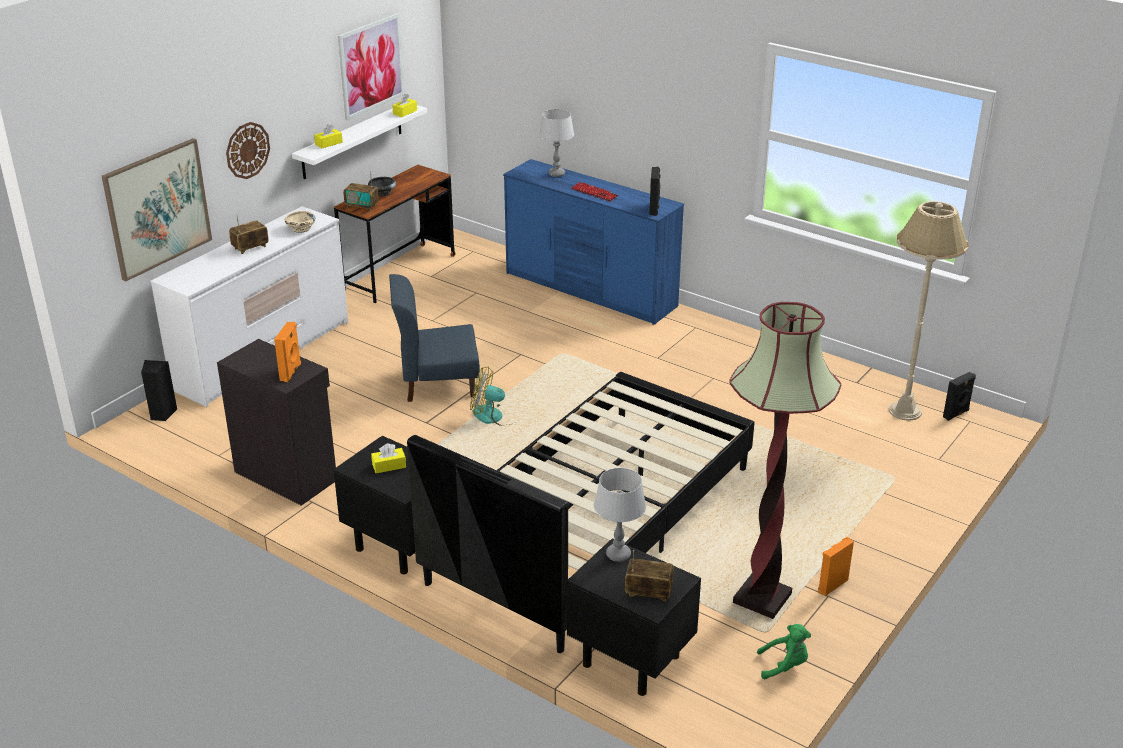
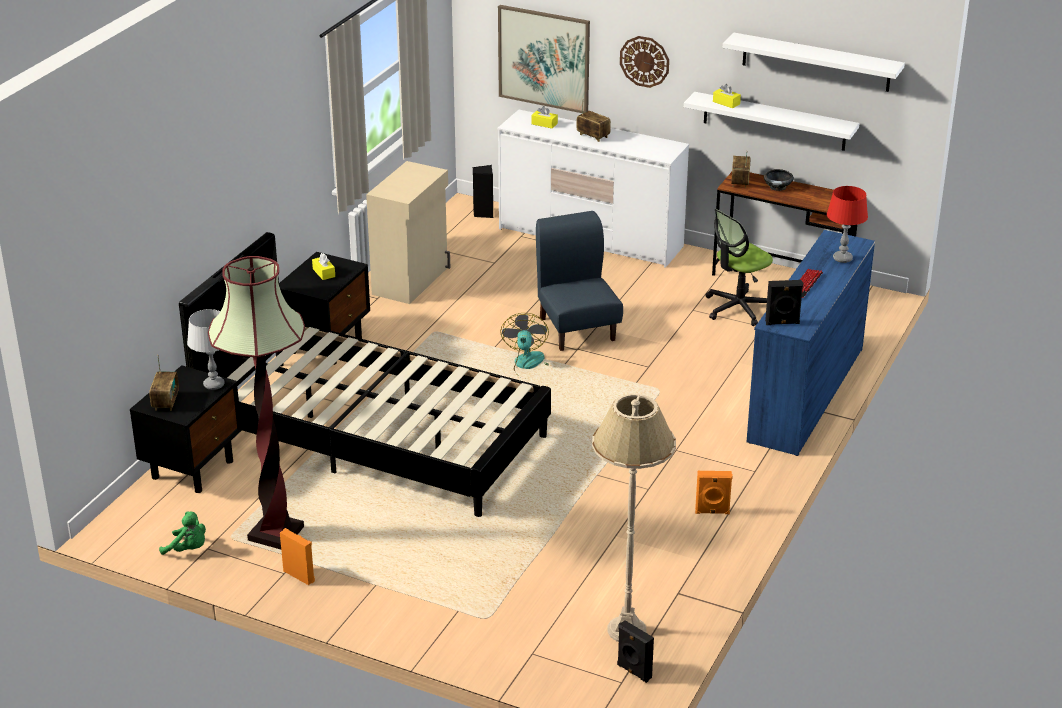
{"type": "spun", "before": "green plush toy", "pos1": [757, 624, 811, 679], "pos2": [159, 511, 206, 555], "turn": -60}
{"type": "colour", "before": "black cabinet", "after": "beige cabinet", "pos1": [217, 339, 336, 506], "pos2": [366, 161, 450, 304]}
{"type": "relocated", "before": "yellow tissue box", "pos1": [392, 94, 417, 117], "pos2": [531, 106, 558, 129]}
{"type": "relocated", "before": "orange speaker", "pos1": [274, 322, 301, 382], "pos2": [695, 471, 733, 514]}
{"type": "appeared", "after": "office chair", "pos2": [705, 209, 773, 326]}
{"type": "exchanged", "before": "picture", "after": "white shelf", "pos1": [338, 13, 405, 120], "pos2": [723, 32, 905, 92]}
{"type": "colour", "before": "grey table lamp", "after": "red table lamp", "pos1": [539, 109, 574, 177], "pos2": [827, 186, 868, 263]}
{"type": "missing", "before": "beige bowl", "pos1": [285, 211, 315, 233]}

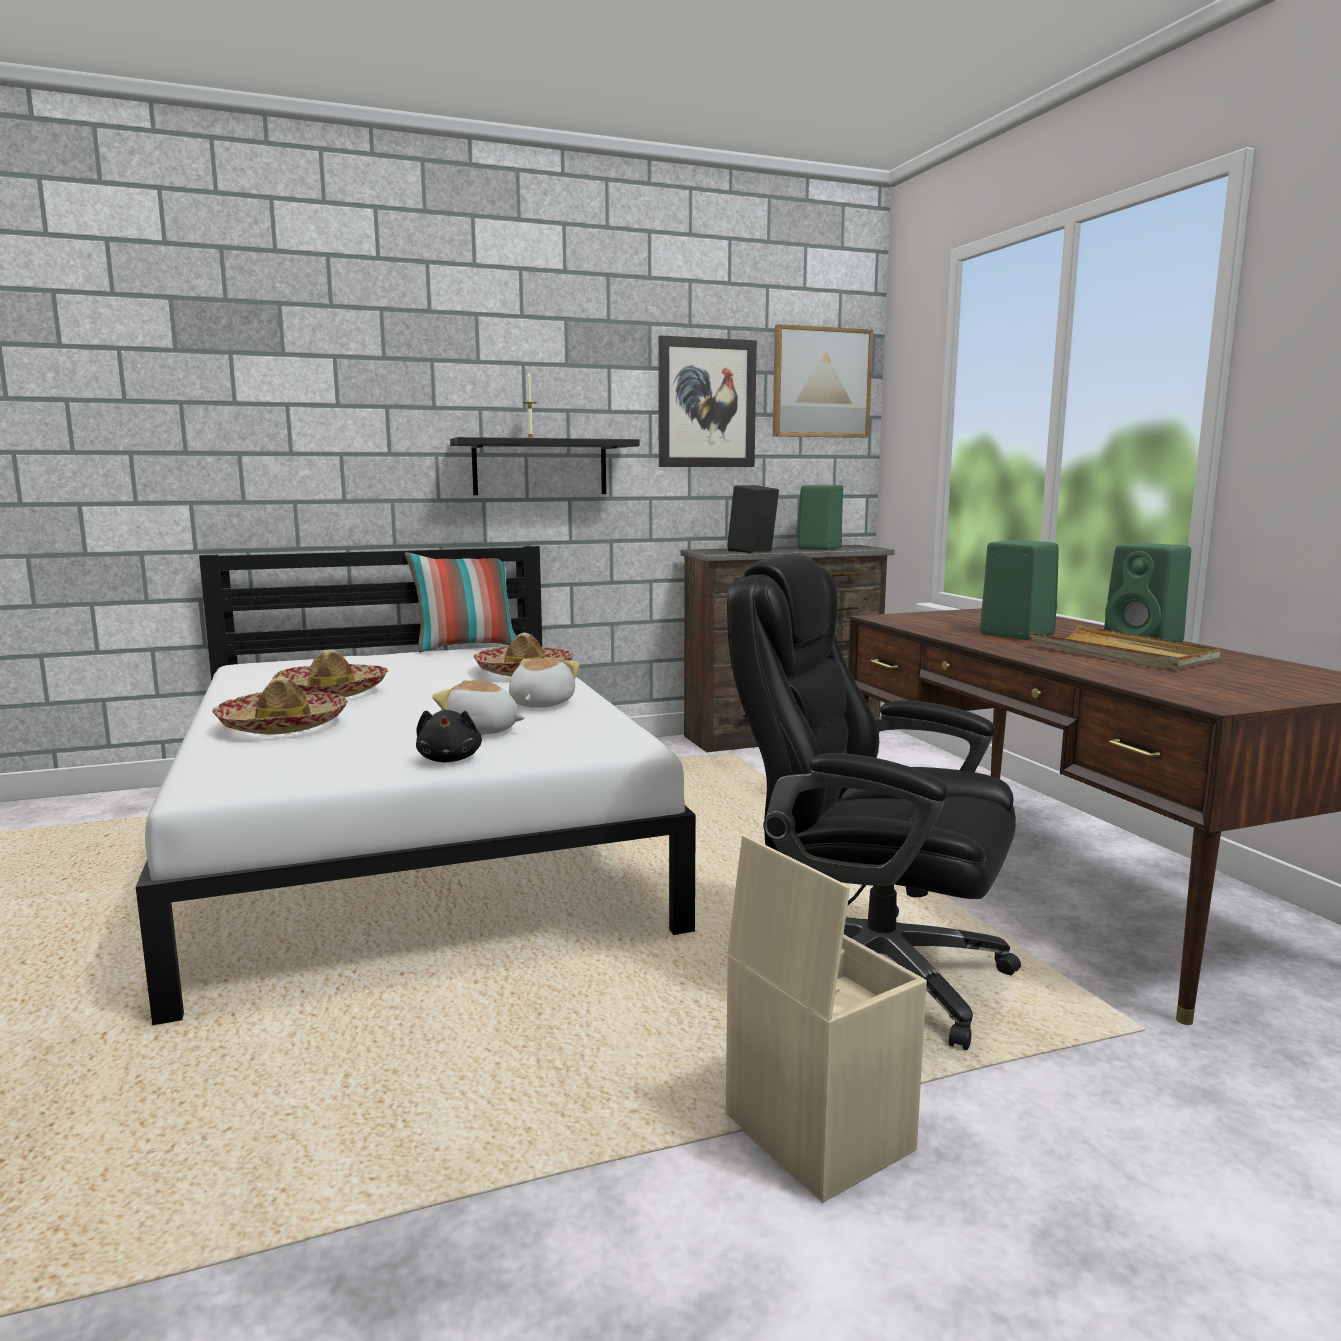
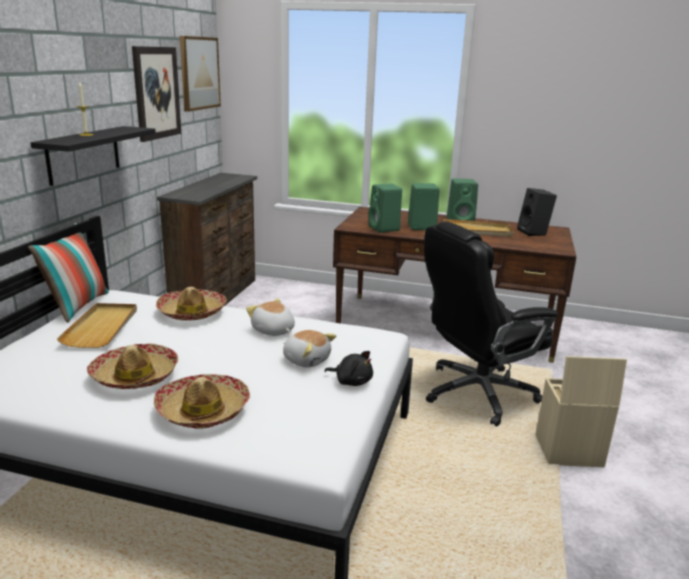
{"type": "appeared", "after": "beige tray", "pos2": [57, 303, 137, 348]}
{"type": "spun", "before": "plush toy", "pos1": [432, 680, 525, 735], "pos2": [283, 330, 336, 368], "turn": -105}
{"type": "relocated", "before": "green speaker", "pos1": [796, 485, 843, 550], "pos2": [368, 184, 402, 233]}
{"type": "relocated", "before": "black speaker", "pos1": [727, 485, 779, 553], "pos2": [517, 188, 557, 236]}

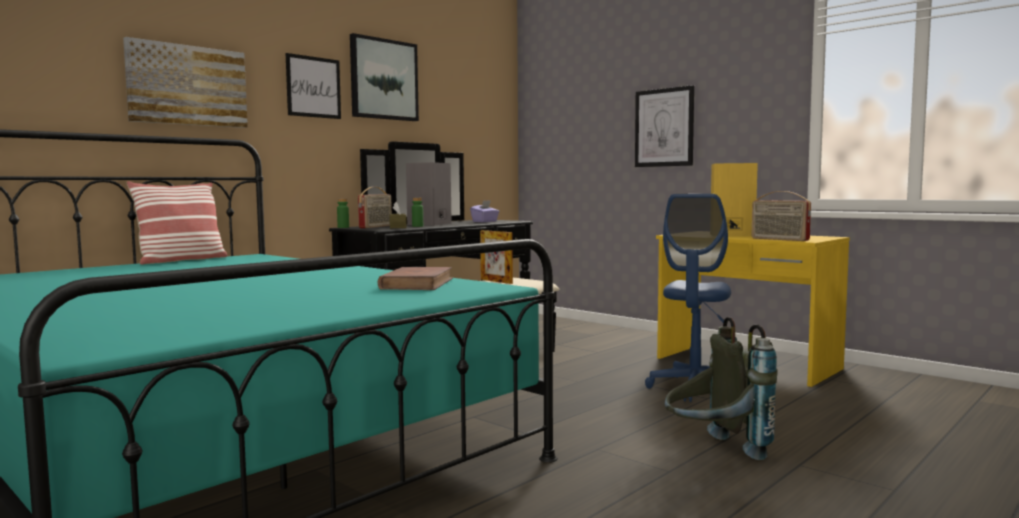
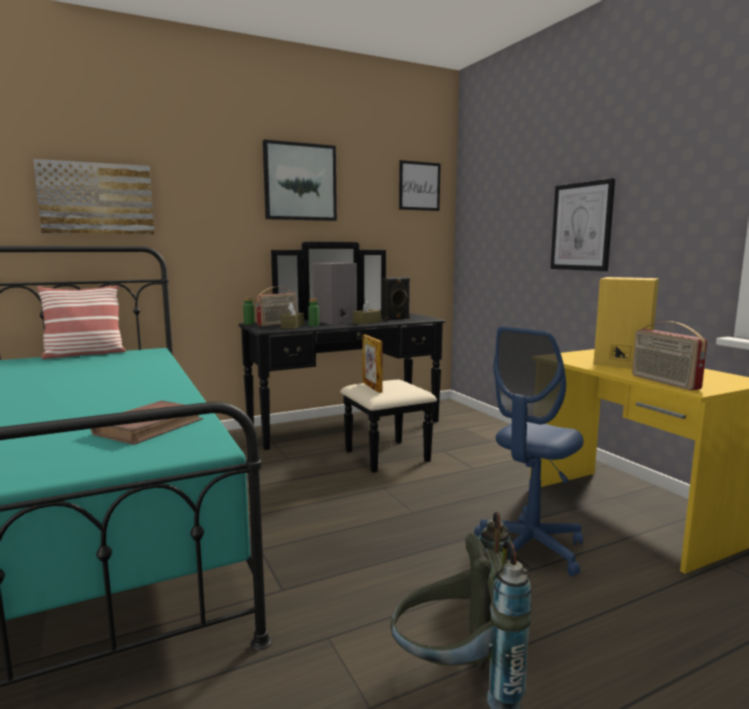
{"type": "appeared", "after": "brown tissue box", "pos2": [353, 300, 381, 325]}
{"type": "exchanged", "before": "purple tissue box", "after": "black speaker", "pos1": [470, 200, 499, 222], "pos2": [382, 277, 410, 320]}
{"type": "relocated", "before": "picture", "pos1": [286, 53, 341, 119], "pos2": [399, 160, 441, 211]}

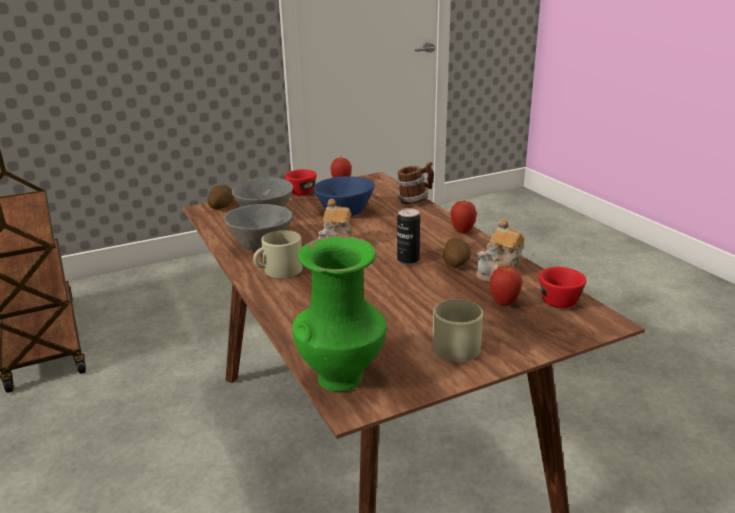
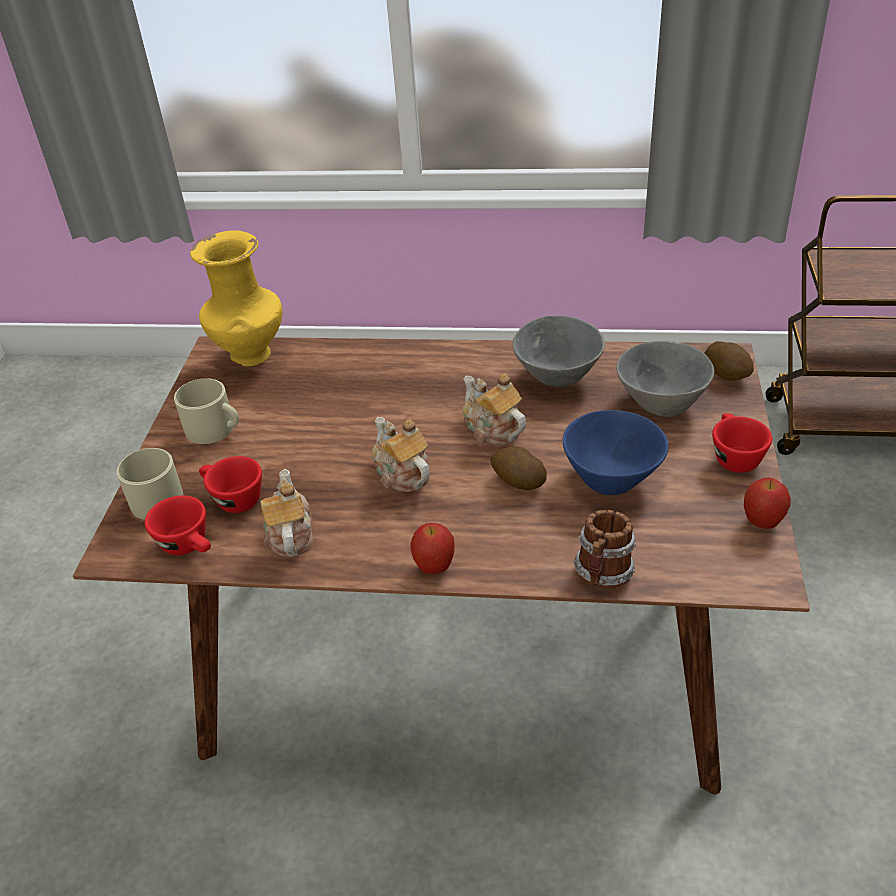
{"type": "relocated", "before": "beige mug", "pos1": [253, 230, 303, 278], "pos2": [117, 448, 184, 520]}
{"type": "colour", "before": "green vase", "after": "yellow vase", "pos1": [292, 236, 387, 392], "pos2": [190, 230, 282, 366]}
{"type": "exchanged", "before": "apple", "after": "red cup", "pos1": [490, 265, 522, 306], "pos2": [199, 456, 262, 513]}
{"type": "exchanged", "before": "can", "after": "teapot", "pos1": [397, 208, 420, 264], "pos2": [372, 417, 430, 492]}
{"type": "relocated", "before": "potato", "pos1": [443, 238, 471, 267], "pos2": [490, 447, 547, 490]}

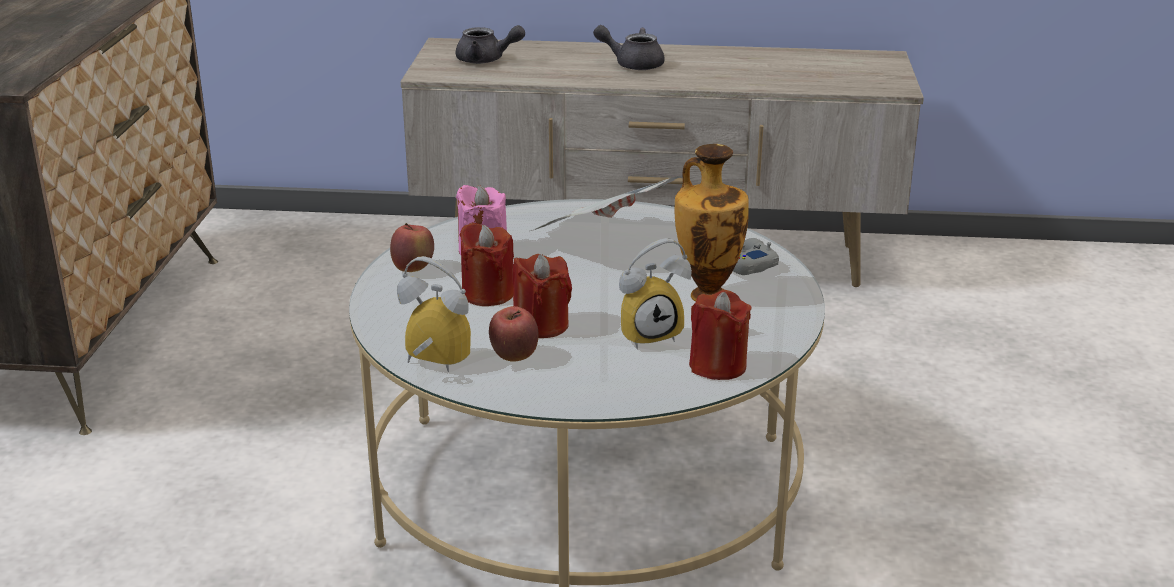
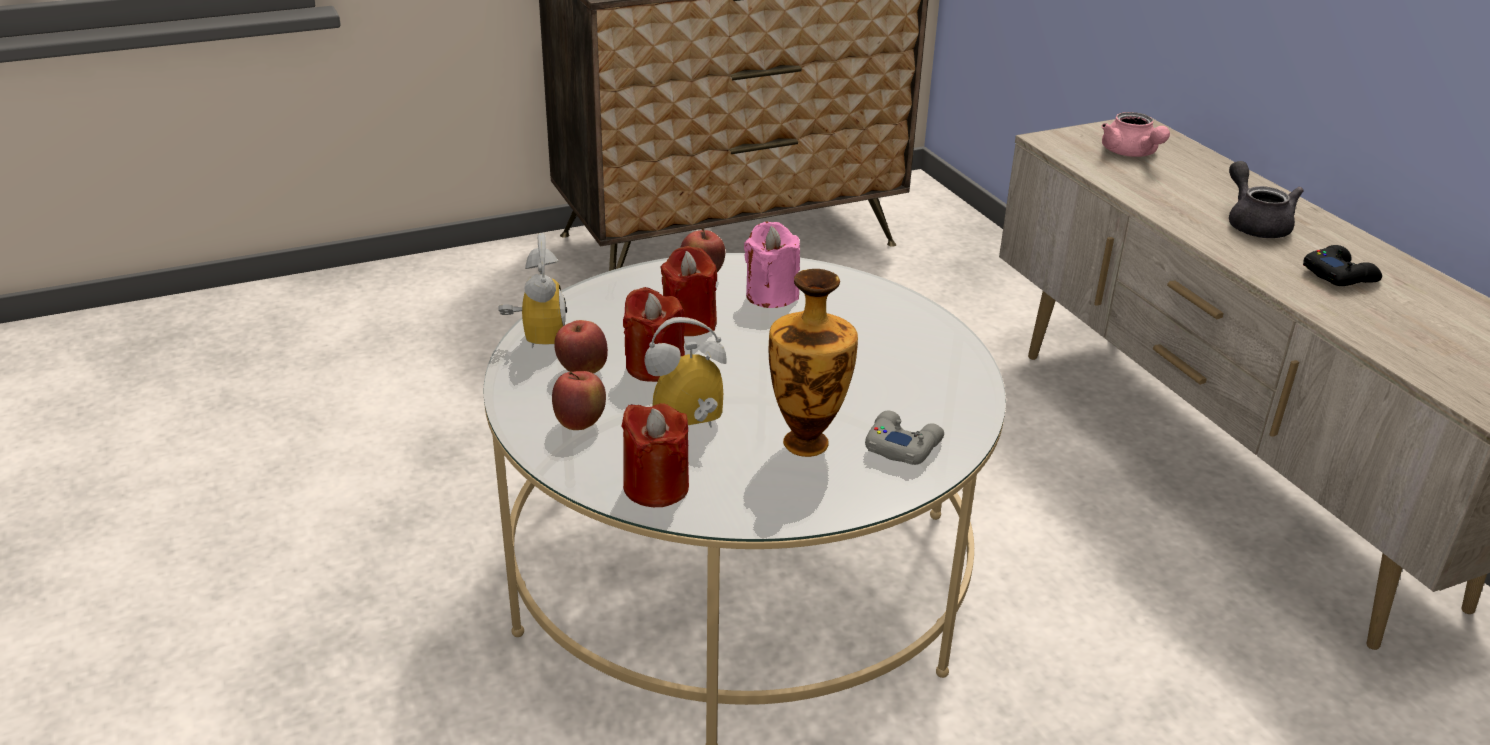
{"type": "appeared", "after": "apple", "pos2": [552, 371, 606, 430]}
{"type": "spun", "before": "alarm clock", "pos1": [619, 238, 692, 349], "pos2": [644, 317, 727, 428], "turn": 120}
{"type": "colour", "before": "grey teapot", "after": "pink teapot", "pos1": [456, 25, 525, 64], "pos2": [1101, 112, 1170, 157]}
{"type": "appeared", "after": "black game controller", "pos2": [1303, 245, 1382, 286]}
{"type": "missing", "before": "newspaper", "pos1": [531, 176, 682, 231]}

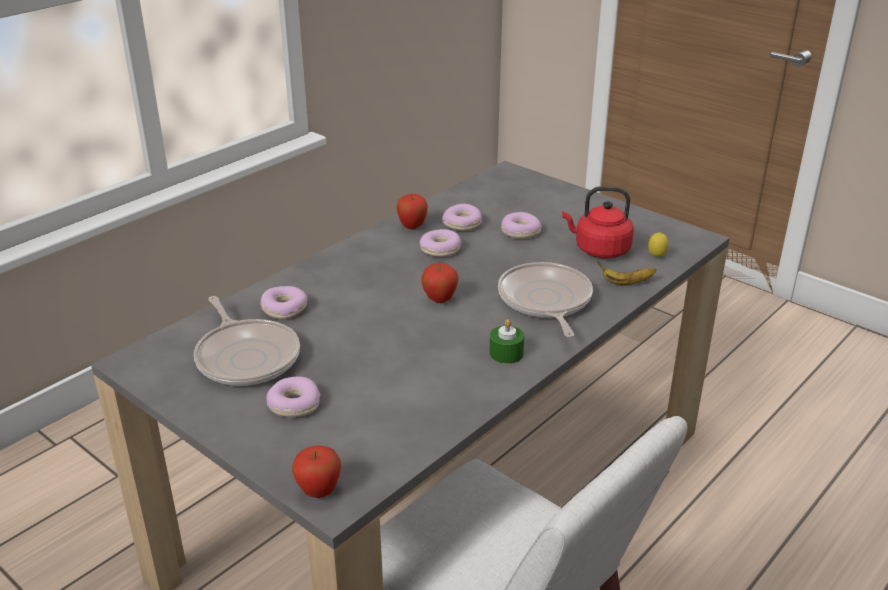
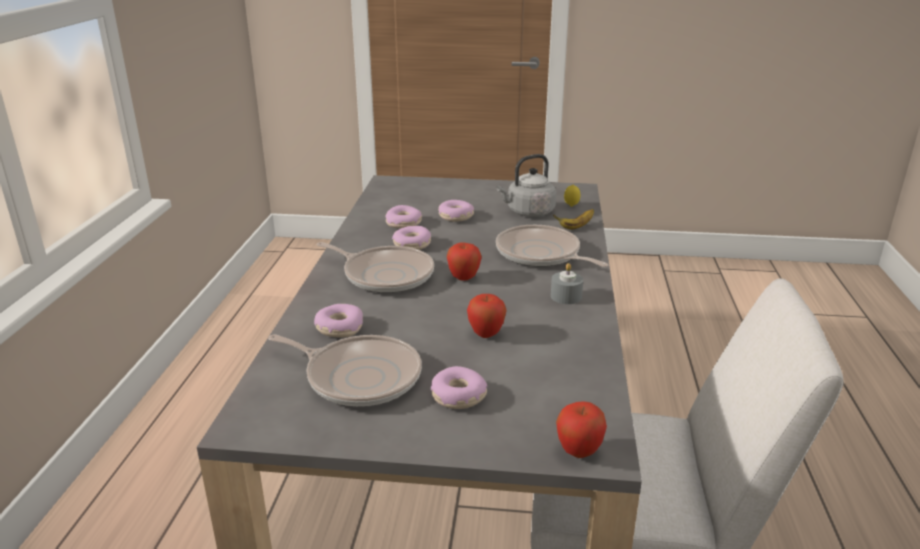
{"type": "appeared", "after": "frying pan", "pos2": [316, 242, 434, 293]}
{"type": "relocated", "before": "apple", "pos1": [397, 194, 428, 229], "pos2": [467, 294, 507, 338]}
{"type": "colour", "before": "red kettle", "after": "grey kettle", "pos1": [562, 186, 634, 258], "pos2": [496, 154, 556, 217]}
{"type": "colour", "before": "green candle", "after": "grey candle", "pos1": [489, 319, 524, 364], "pos2": [551, 263, 583, 304]}

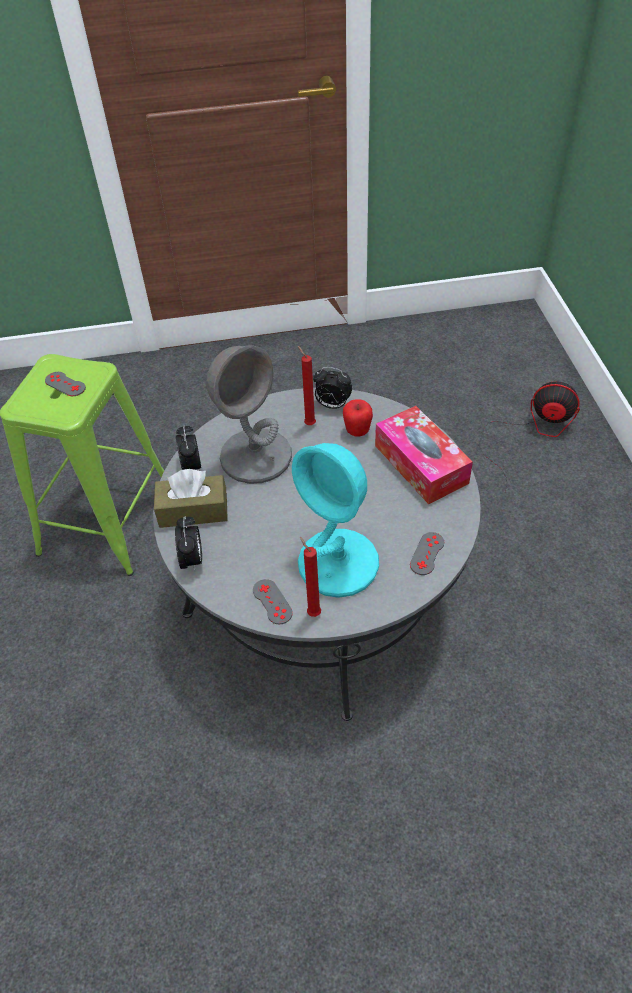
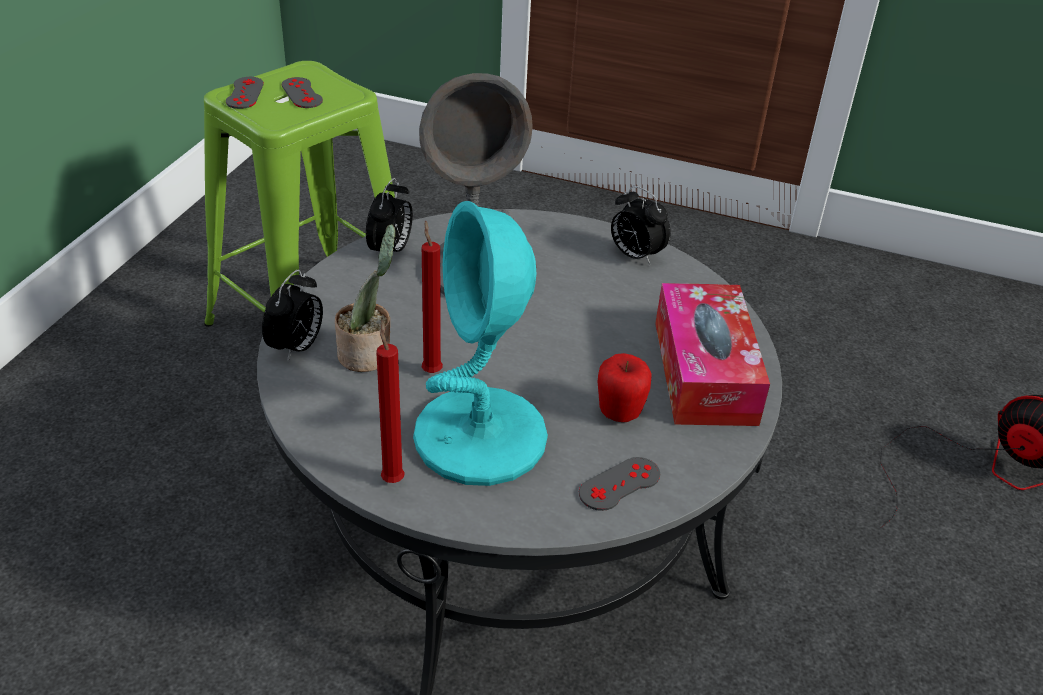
{"type": "relocated", "before": "grey game controller", "pos1": [253, 579, 293, 625], "pos2": [226, 77, 264, 109]}
{"type": "appeared", "after": "potted plant", "pos2": [335, 224, 395, 372]}
{"type": "relocated", "before": "red candle", "pos1": [298, 346, 316, 425], "pos2": [422, 220, 443, 373]}
{"type": "relocated", "before": "apple", "pos1": [343, 399, 373, 437], "pos2": [598, 353, 652, 422]}
{"type": "missing", "before": "brown tissue box", "pos1": [154, 469, 228, 528]}

